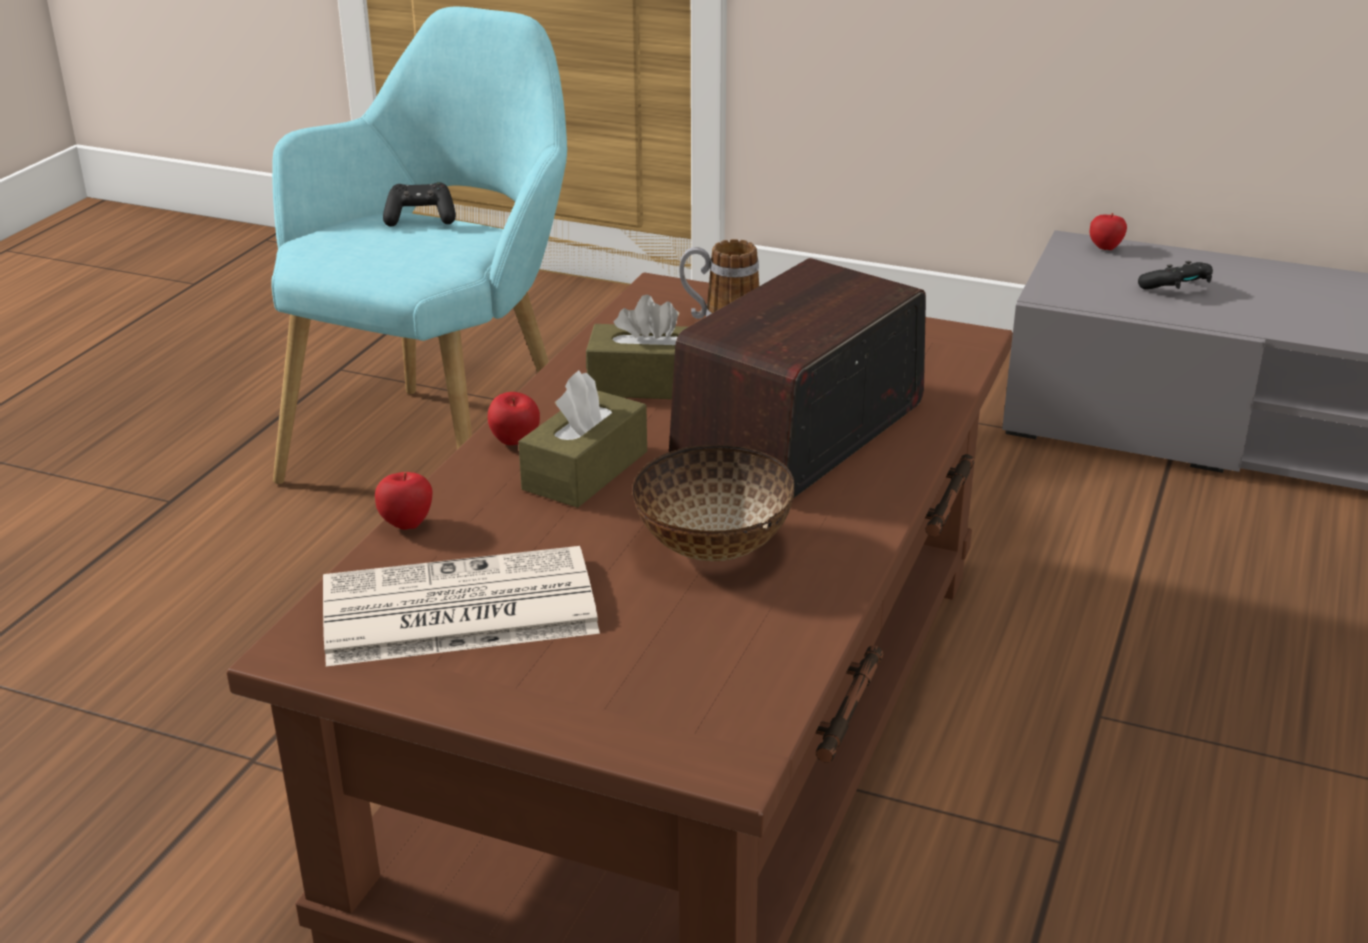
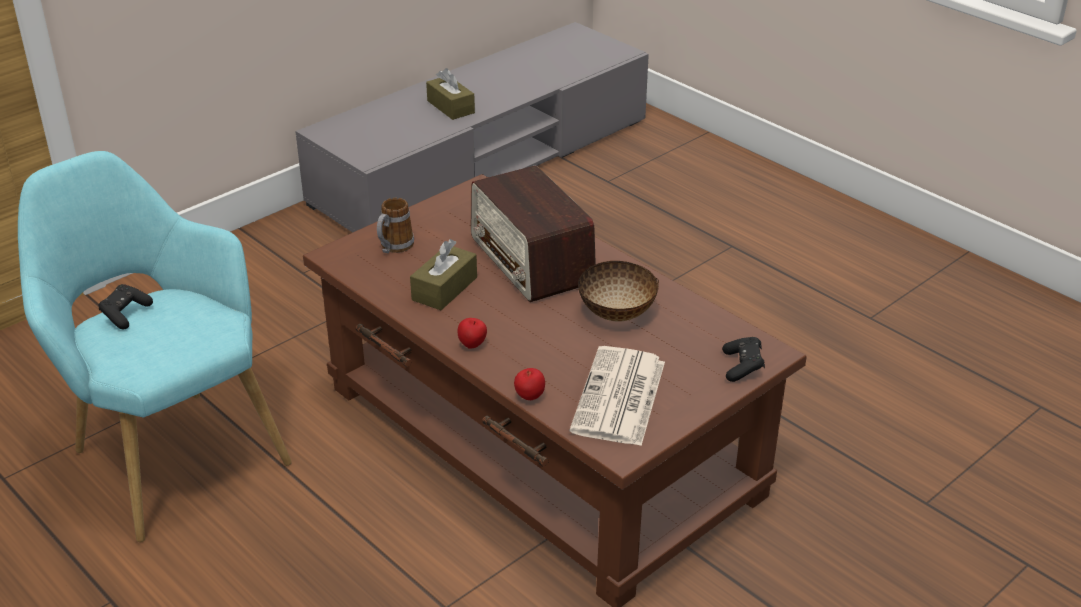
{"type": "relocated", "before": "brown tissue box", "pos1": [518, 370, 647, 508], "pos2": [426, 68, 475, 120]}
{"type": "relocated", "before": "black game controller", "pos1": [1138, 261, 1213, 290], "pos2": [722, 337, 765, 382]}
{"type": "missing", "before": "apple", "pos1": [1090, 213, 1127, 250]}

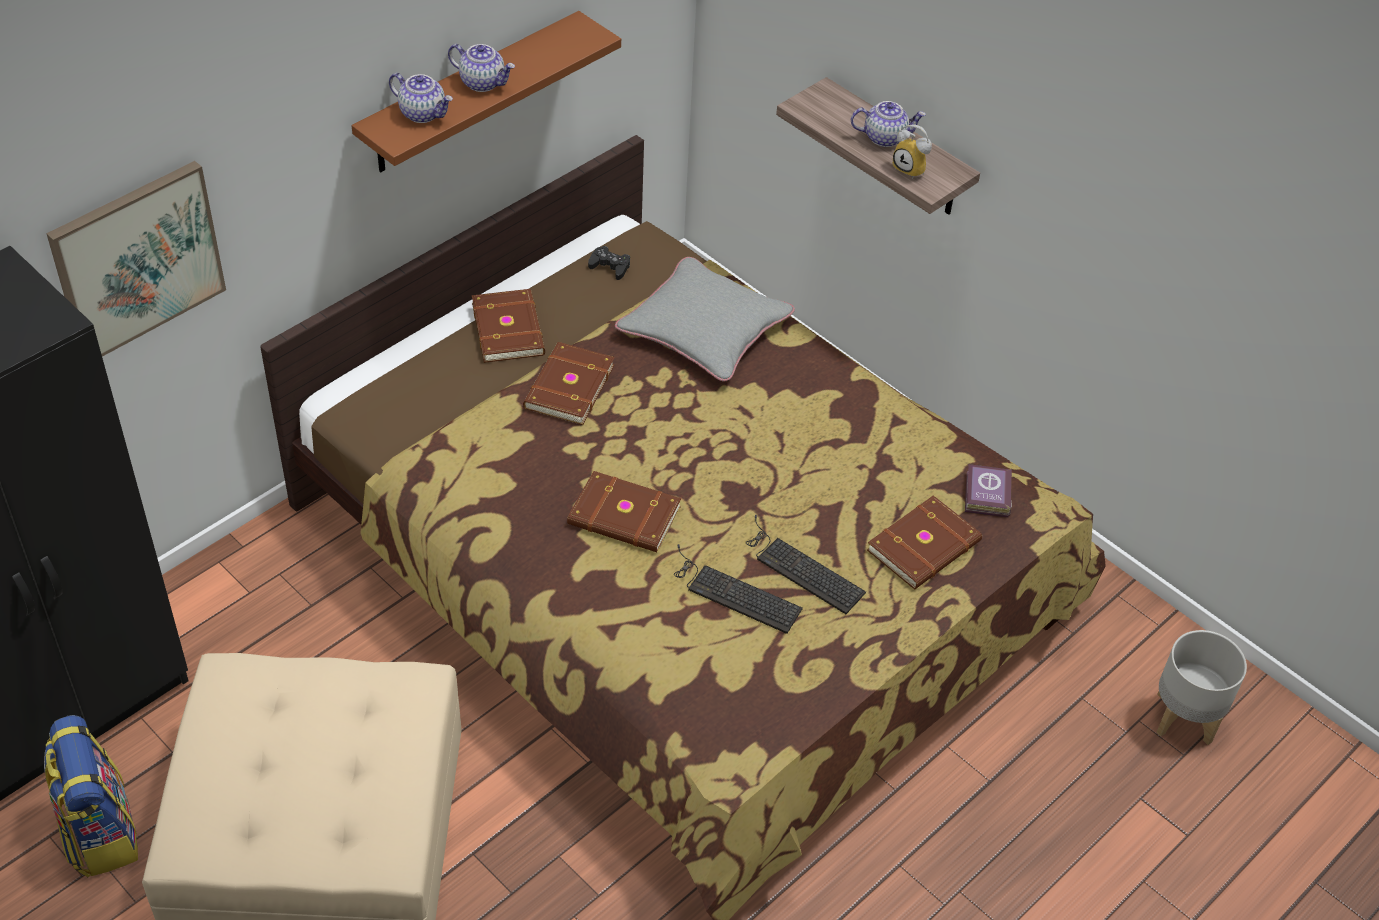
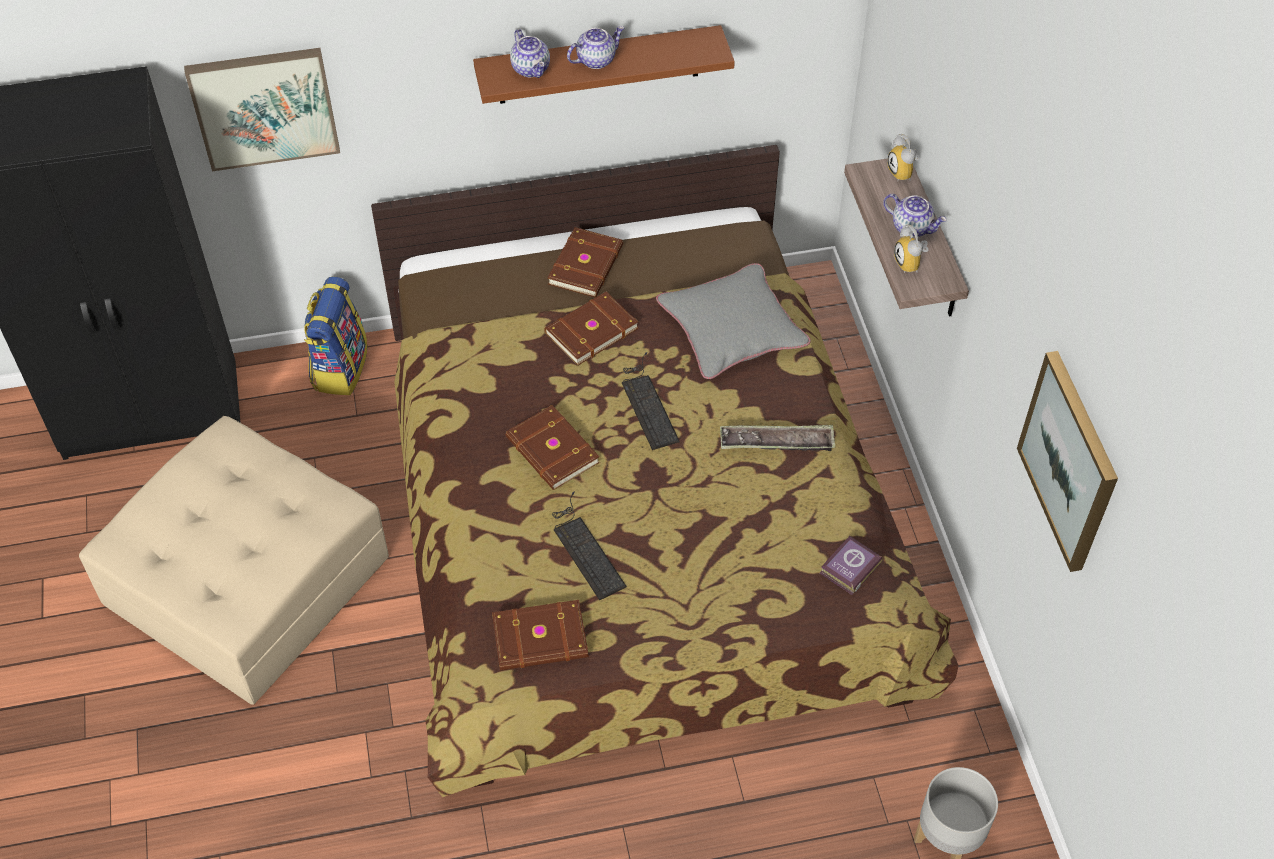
{"type": "relocated", "before": "backpack", "pos1": [44, 715, 138, 878], "pos2": [304, 277, 367, 395]}
{"type": "relocated", "before": "brown book", "pos1": [867, 496, 982, 589], "pos2": [492, 600, 589, 671]}
{"type": "spun", "before": "teapot", "pos1": [448, 44, 515, 92], "pos2": [567, 26, 624, 69], "turn": -90}
{"type": "relocated", "before": "keyboard", "pos1": [746, 515, 866, 614], "pos2": [622, 352, 680, 450]}
{"type": "appeared", "after": "tray", "pos2": [720, 425, 835, 451]}
{"type": "appeared", "after": "alarm clock", "pos2": [887, 134, 920, 181]}
{"type": "appeared", "after": "picture", "pos2": [1017, 351, 1118, 572]}
{"type": "missing", "before": "black game controller", "pos1": [588, 246, 630, 280]}

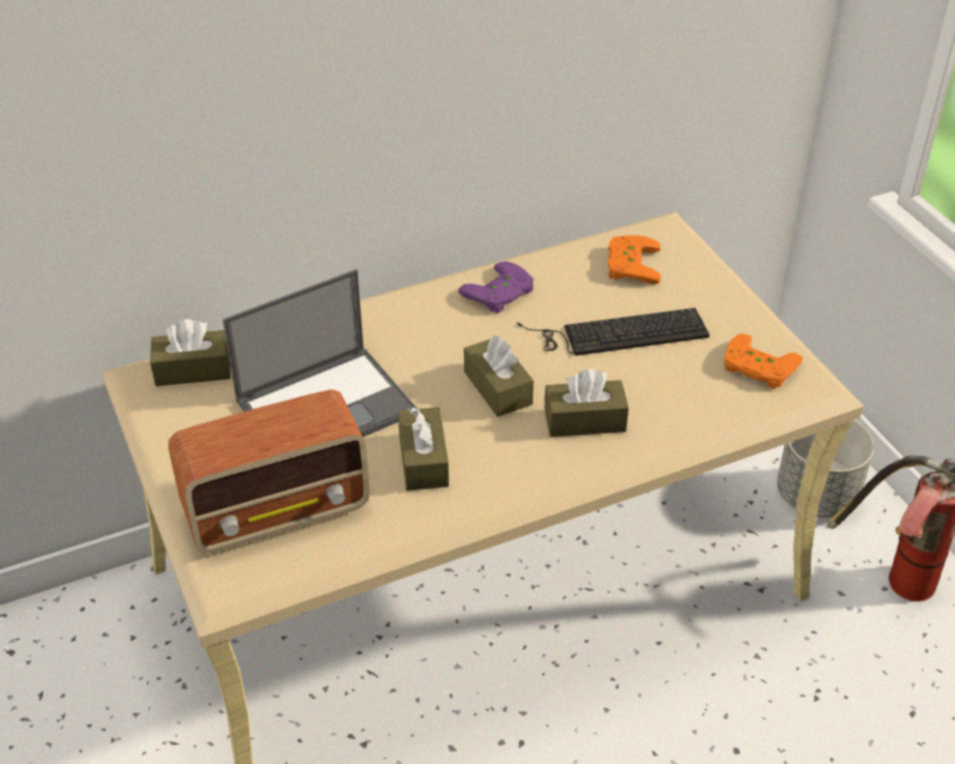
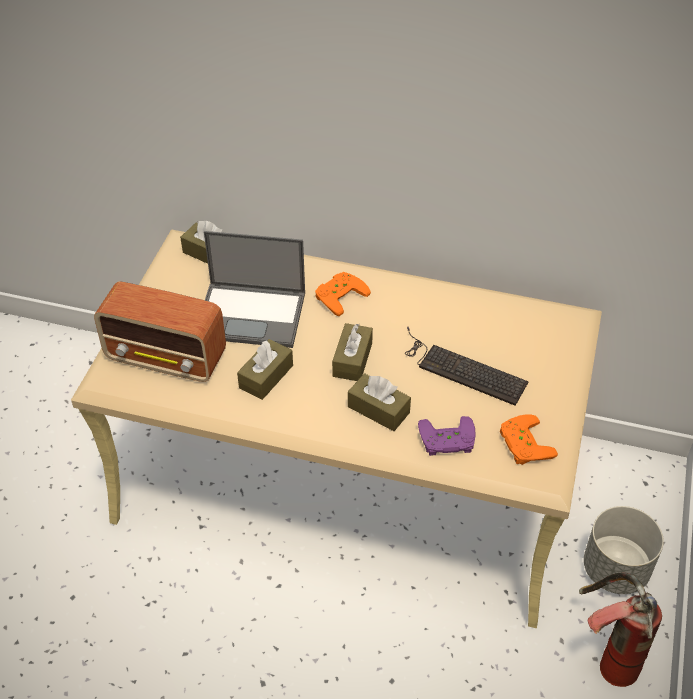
{"type": "relocated", "before": "orange game controller", "pos1": [608, 235, 661, 284], "pos2": [315, 272, 371, 316]}
{"type": "relocated", "before": "purple game controller", "pos1": [458, 262, 534, 313], "pos2": [418, 416, 476, 456]}

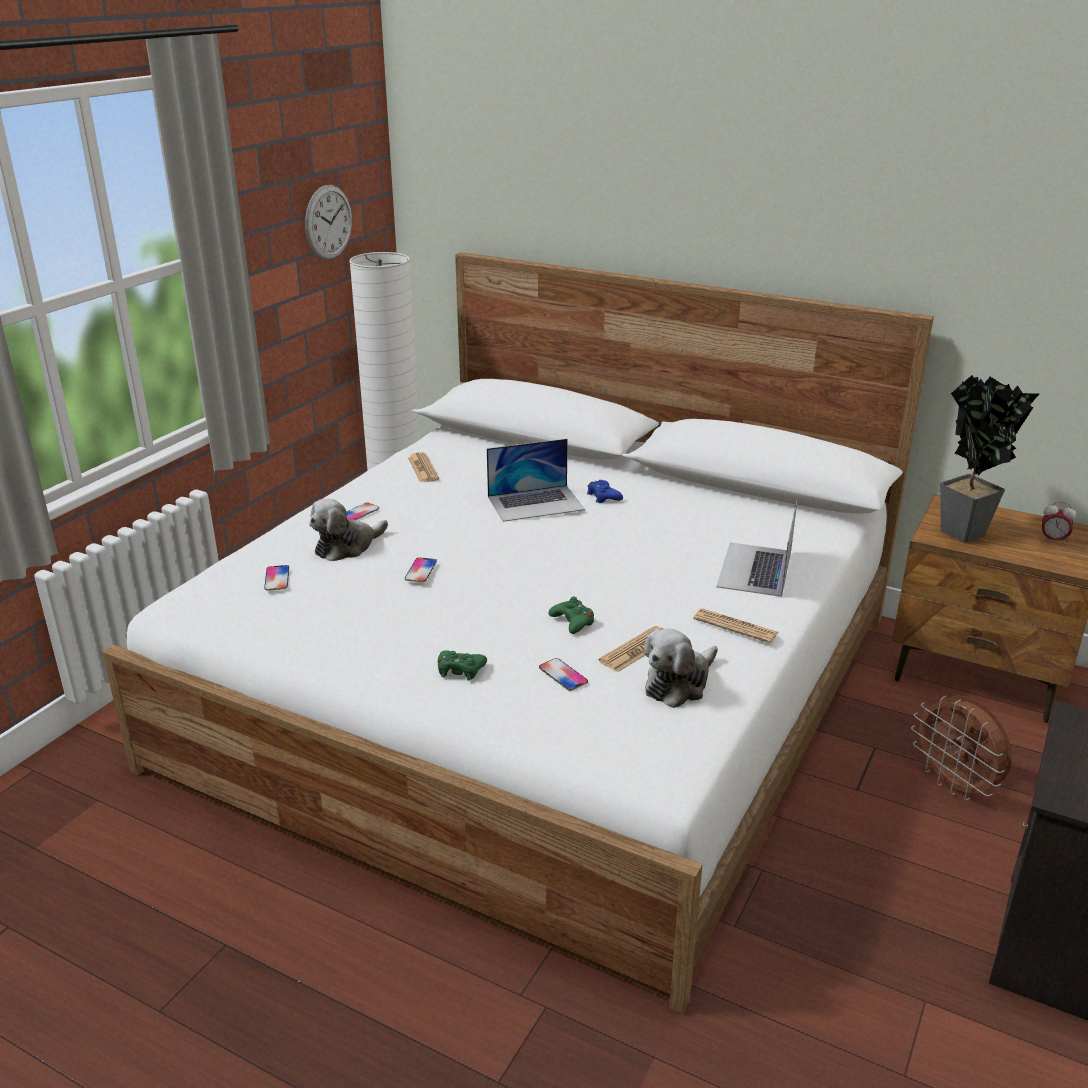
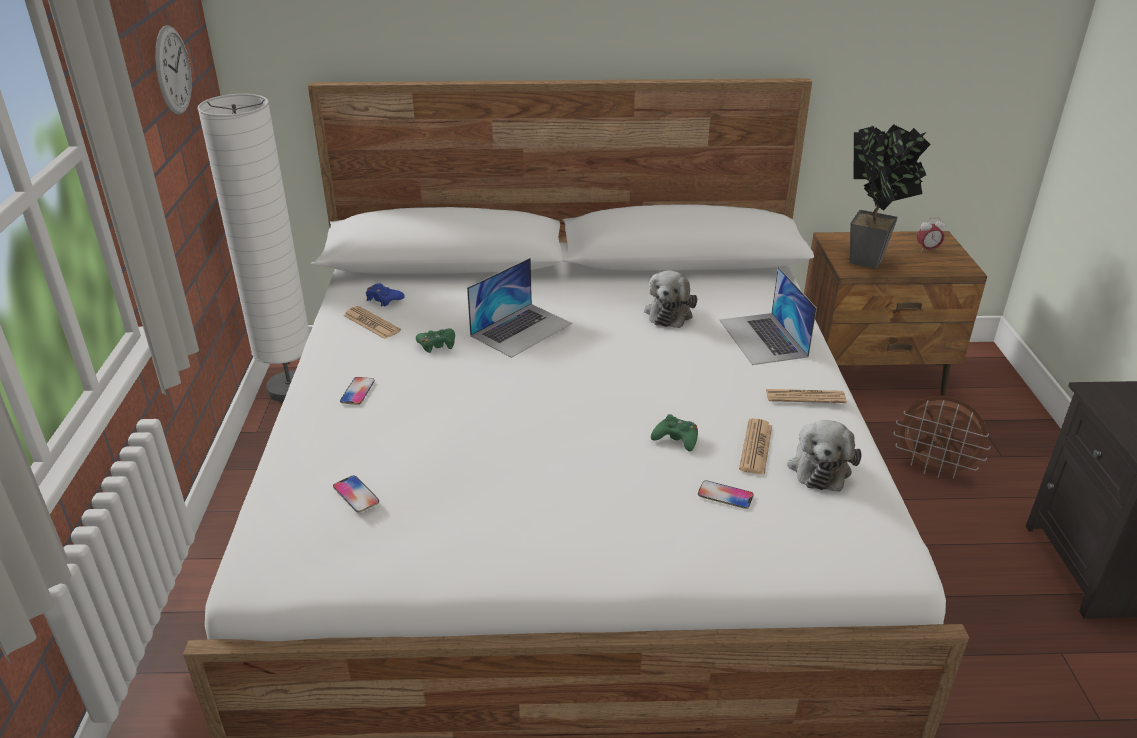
{"type": "relocated", "before": "blue game controller", "pos1": [587, 480, 623, 503], "pos2": [366, 283, 405, 306]}
{"type": "relocated", "before": "green game controller", "pos1": [438, 650, 487, 681], "pos2": [416, 329, 455, 353]}
{"type": "relocated", "before": "plush toy", "pos1": [309, 498, 388, 561], "pos2": [644, 270, 697, 328]}
{"type": "missing", "before": "phone", "pos1": [405, 558, 437, 582]}

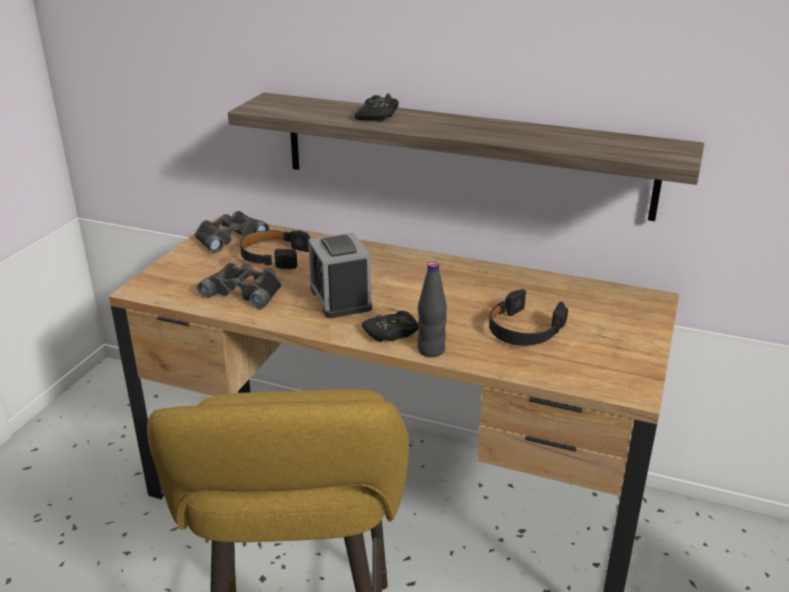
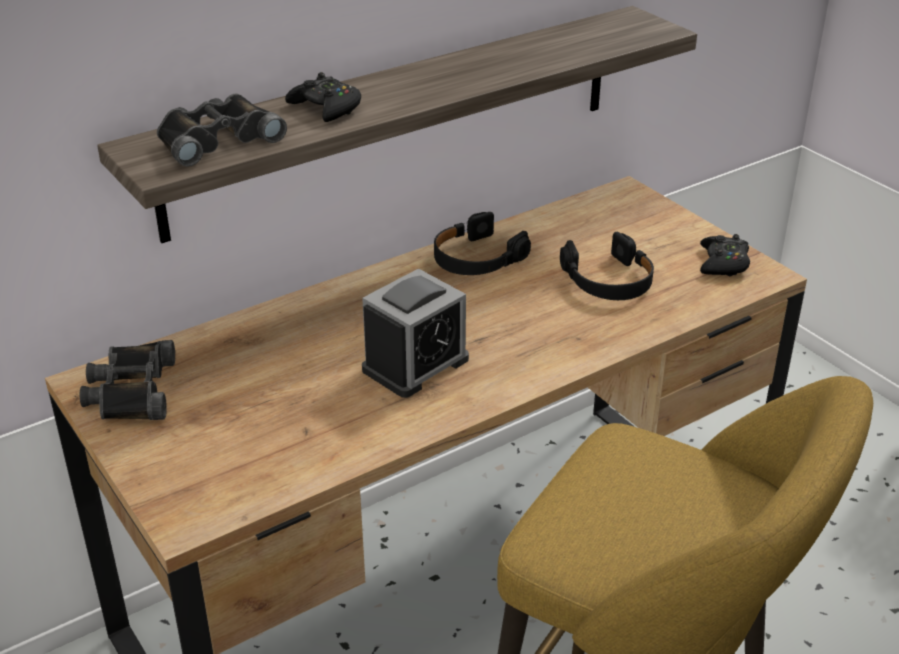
{"type": "relocated", "before": "black binoculars", "pos1": [197, 263, 282, 309], "pos2": [157, 94, 287, 167]}
{"type": "spun", "before": "alarm clock", "pos1": [308, 232, 372, 318], "pos2": [362, 268, 469, 398], "turn": -60}
{"type": "relocated", "before": "black headphones", "pos1": [240, 230, 310, 269], "pos2": [434, 212, 531, 275]}
{"type": "relocated", "before": "black game controller", "pos1": [362, 311, 418, 342], "pos2": [700, 234, 750, 276]}
{"type": "missing", "before": "black bottle", "pos1": [417, 262, 447, 357]}

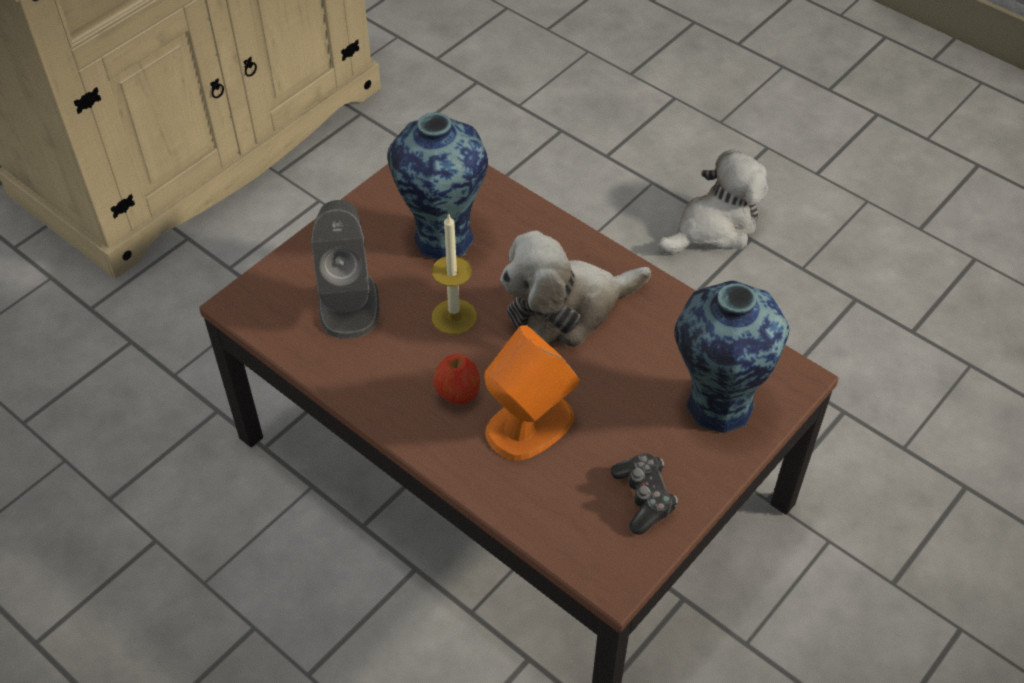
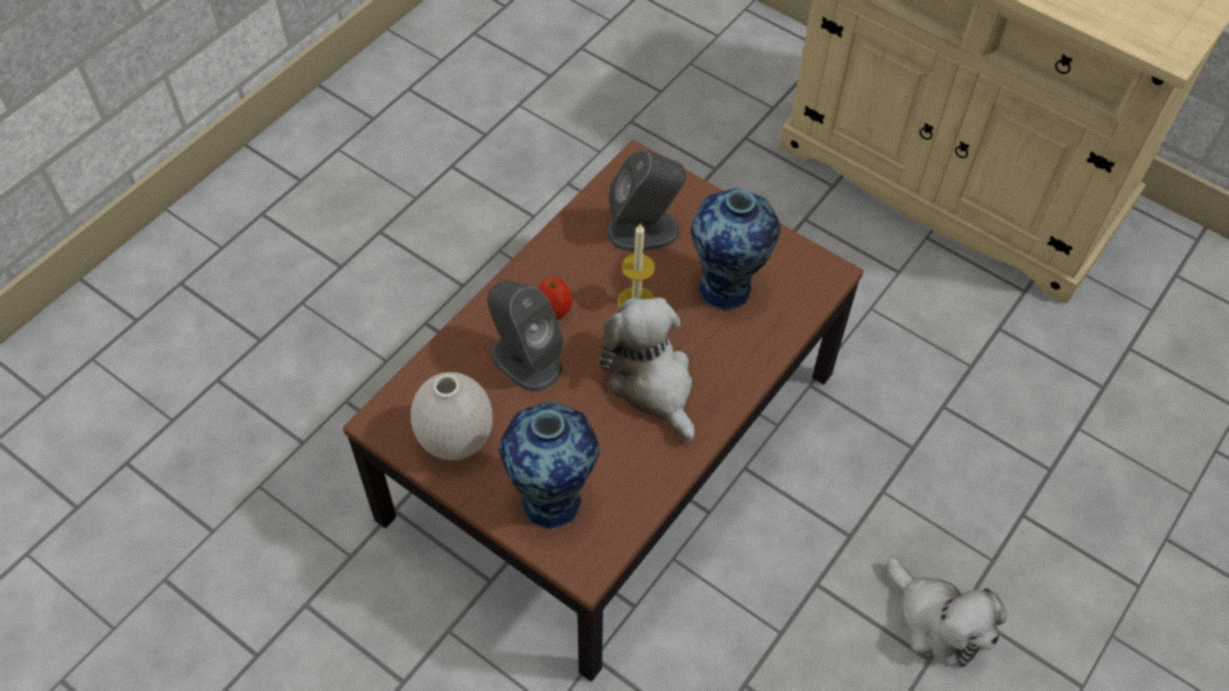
{"type": "exchanged", "before": "game controller", "after": "white vase", "pos1": [611, 453, 678, 535], "pos2": [411, 372, 493, 460]}
{"type": "colour", "before": "orange speaker", "after": "grey speaker", "pos1": [484, 325, 580, 460], "pos2": [487, 280, 564, 392]}

